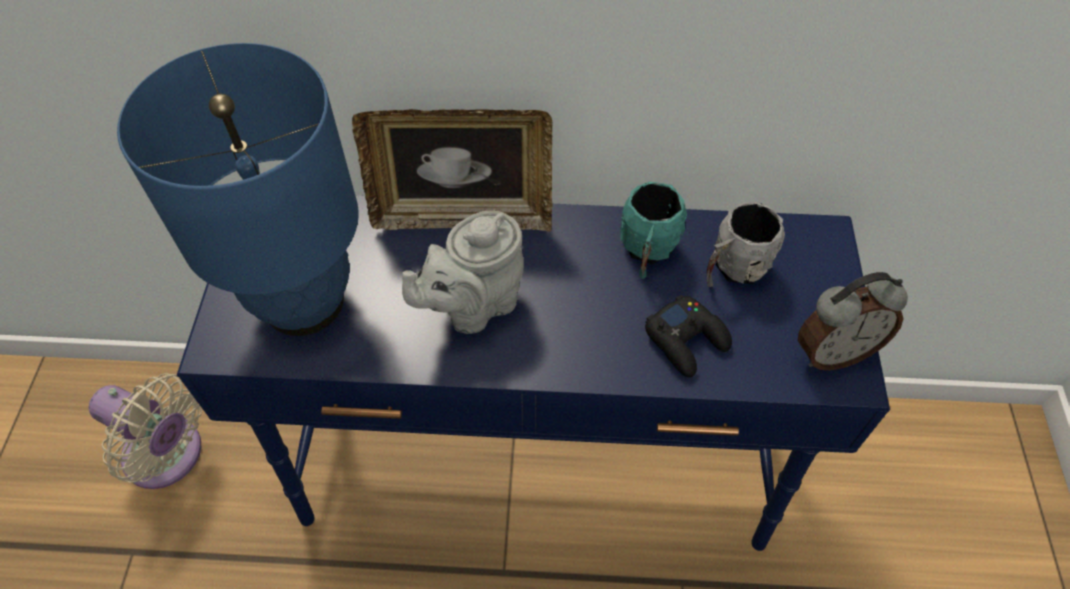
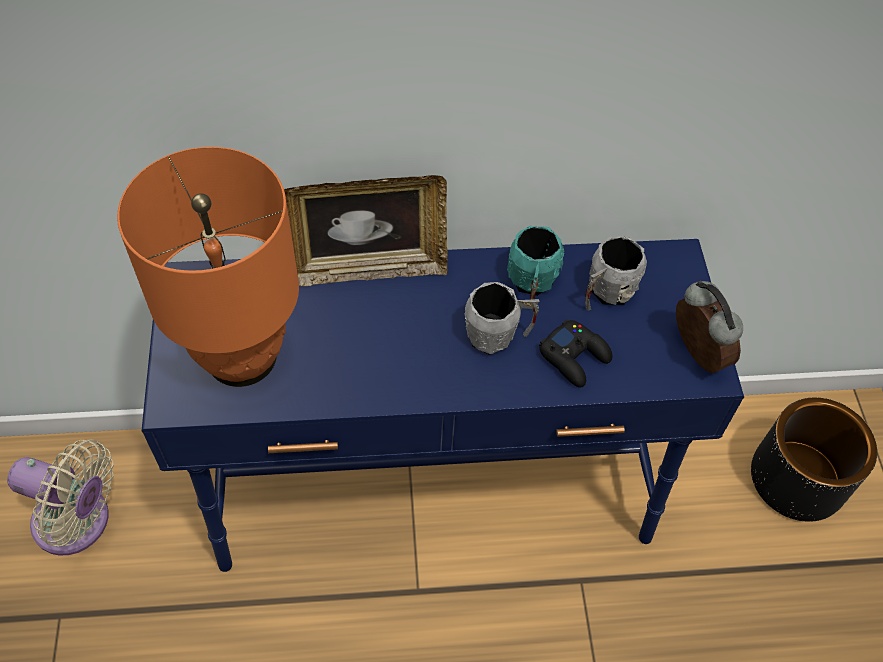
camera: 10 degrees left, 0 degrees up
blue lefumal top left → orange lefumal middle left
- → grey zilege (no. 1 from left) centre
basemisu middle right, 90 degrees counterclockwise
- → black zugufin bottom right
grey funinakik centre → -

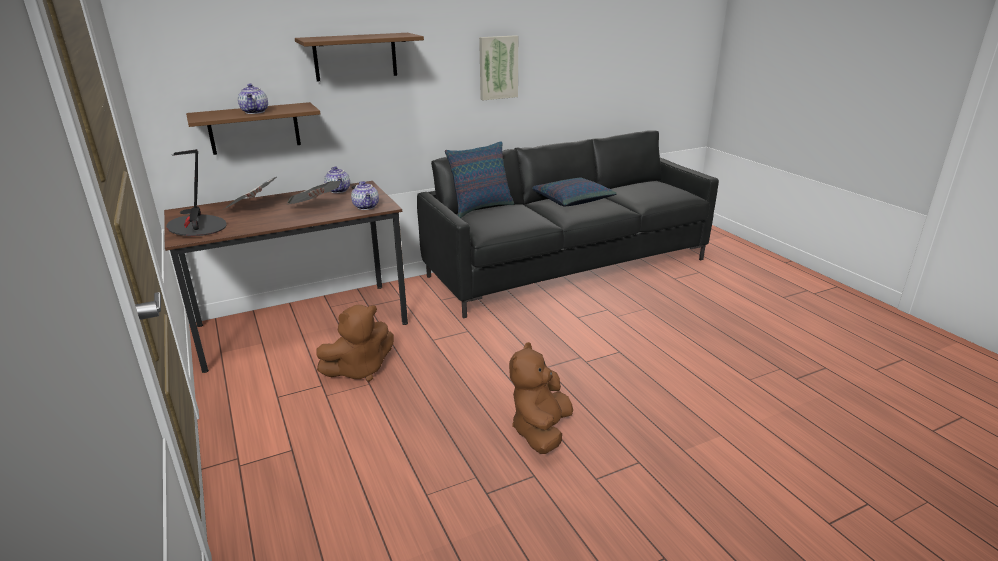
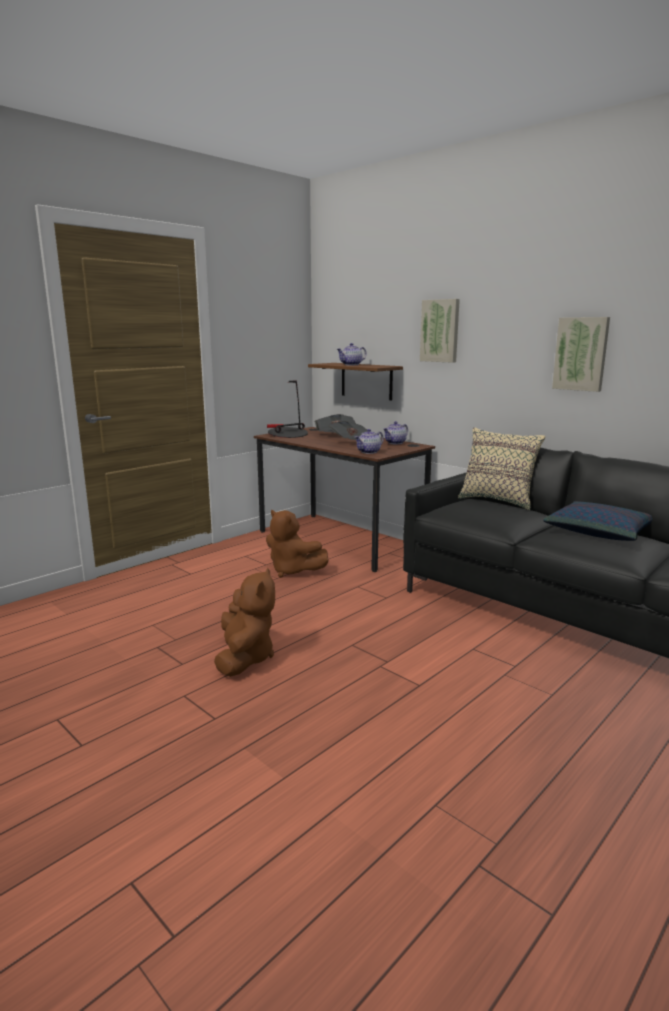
camera: 70 degrees right, 10 degrees down
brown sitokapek (no. 2 from left in the first image) bottom centre → brown sitokapek (no. 1 from left) centre, 90 degrees clockwise
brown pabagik (no. 2 from left) top centre → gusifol (no. 1 from left) top centre
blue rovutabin (no. 1 from left) top centre → beige rovutabin middle right

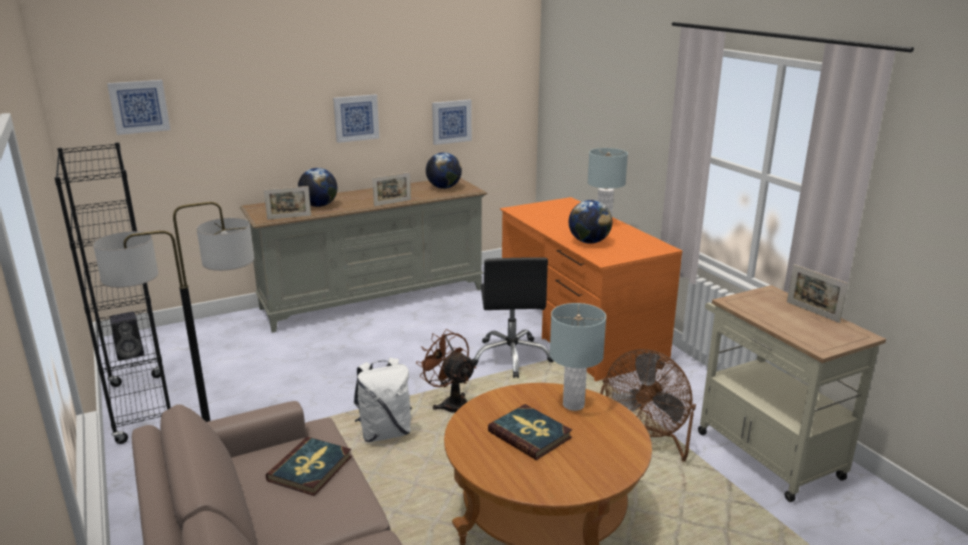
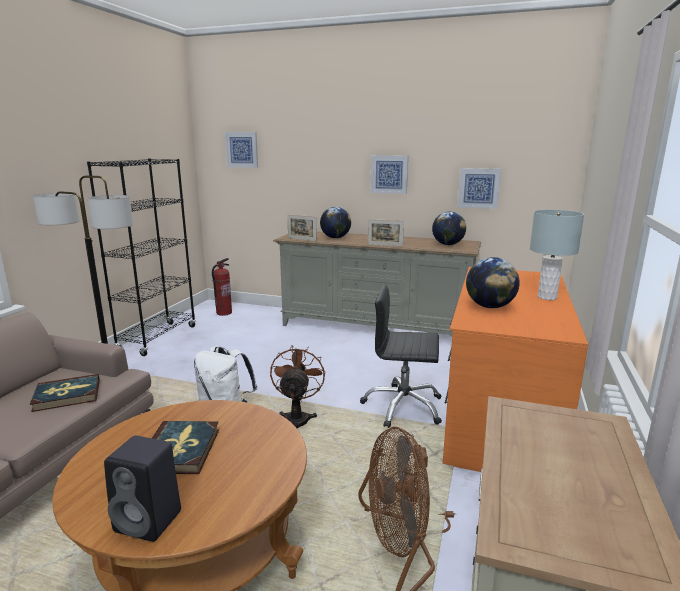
camera: 45 degrees right, 5 degrees down
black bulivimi middle left → black bulivimi bottom left, relocated
- → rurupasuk middle left
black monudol centre, 60 degrees clockwise
grey lefumal (no. 1 from left) centre → -
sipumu (no. 3 from left) middle right → -

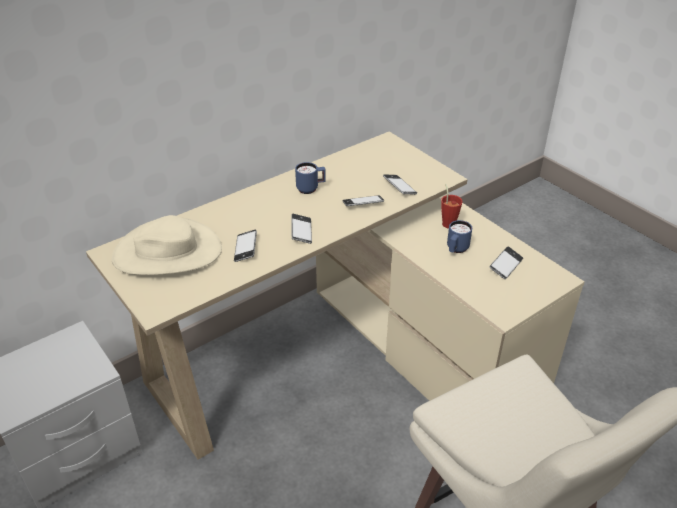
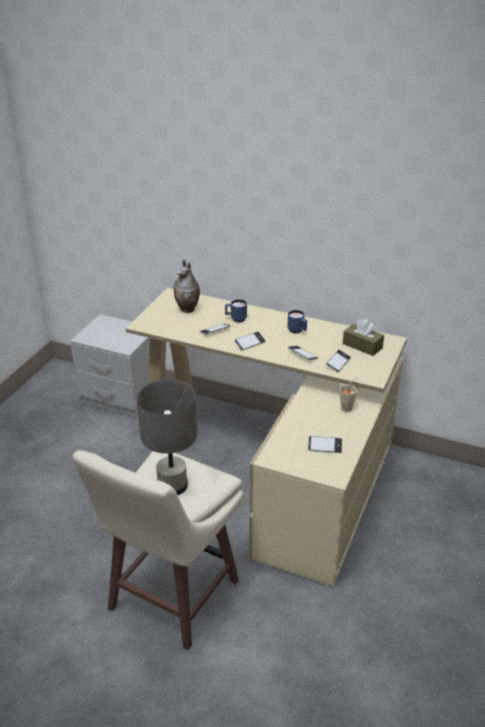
camera: 60 degrees right, 5 degrees down
- → grey lefumal centre
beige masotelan middle left → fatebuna centre
blue zilege (no. 2 from left in the first image) middle right → blue zilege (no. 1 from left) centre, relocated
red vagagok middle right → beige vagagok middle right
- → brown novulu middle right

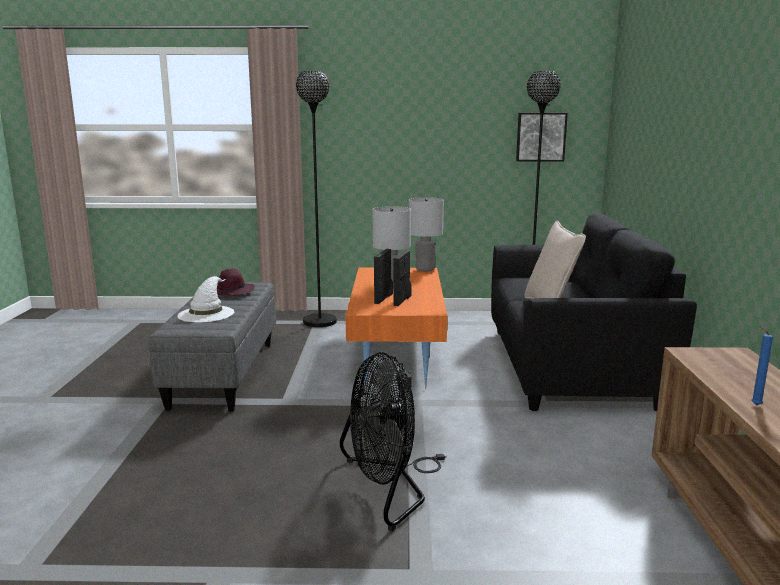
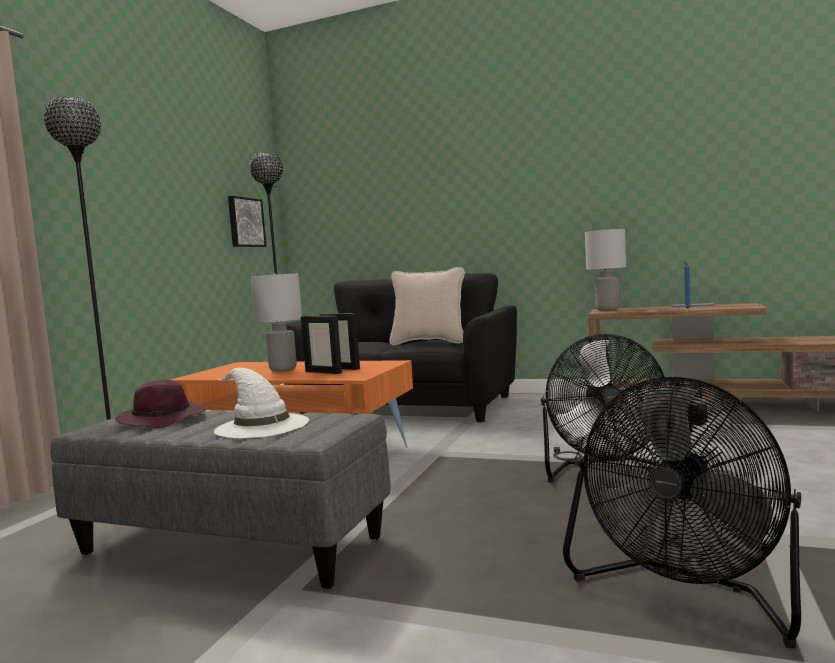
camera: 70 degrees left, 10 degrees down
- → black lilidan (no. 2 from left) bottom right
grey lefumal (no. 2 from left) centre → grey lefumal (no. 2 from left) middle right, relocated

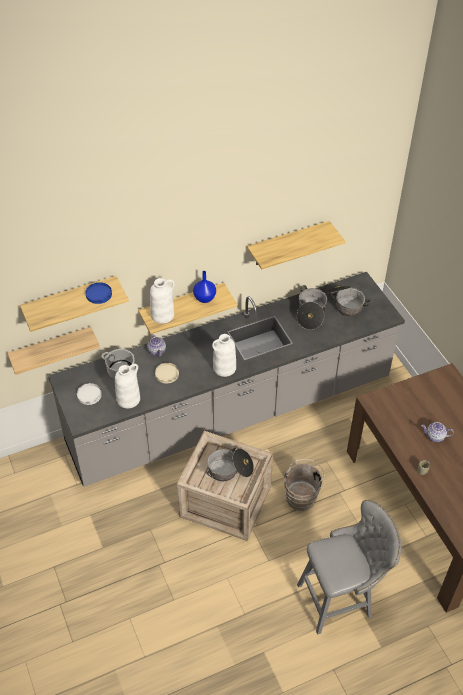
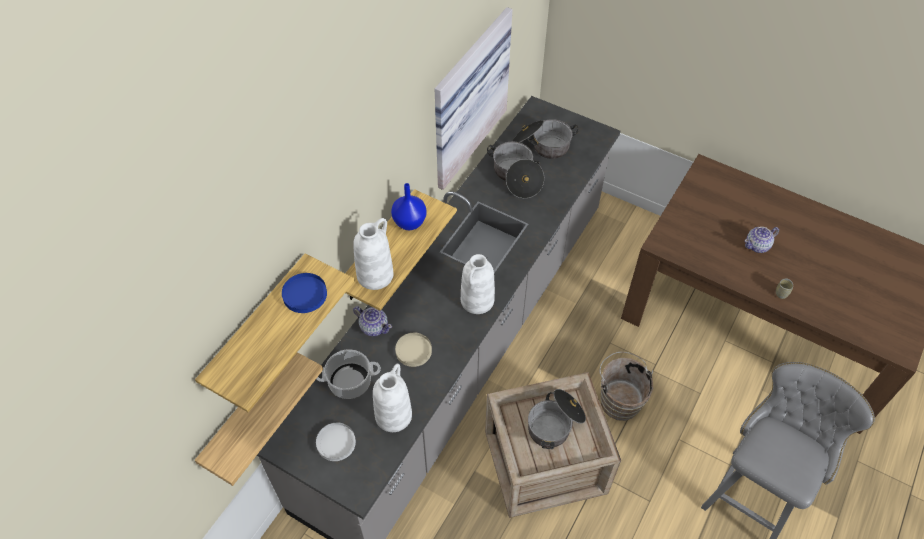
camera: 35 degrees left, 5 degrees up
pabagik (no. 4 from left) centre → gusifol top centre

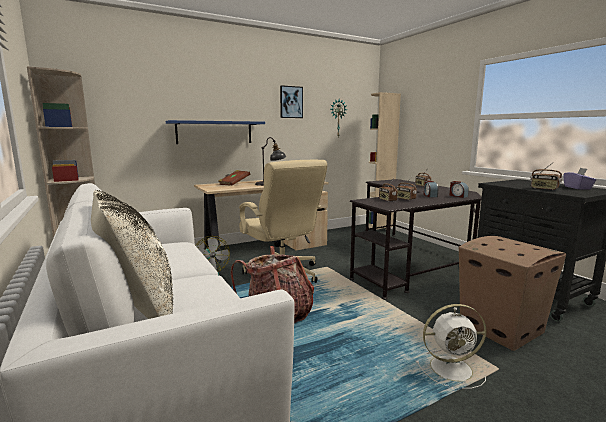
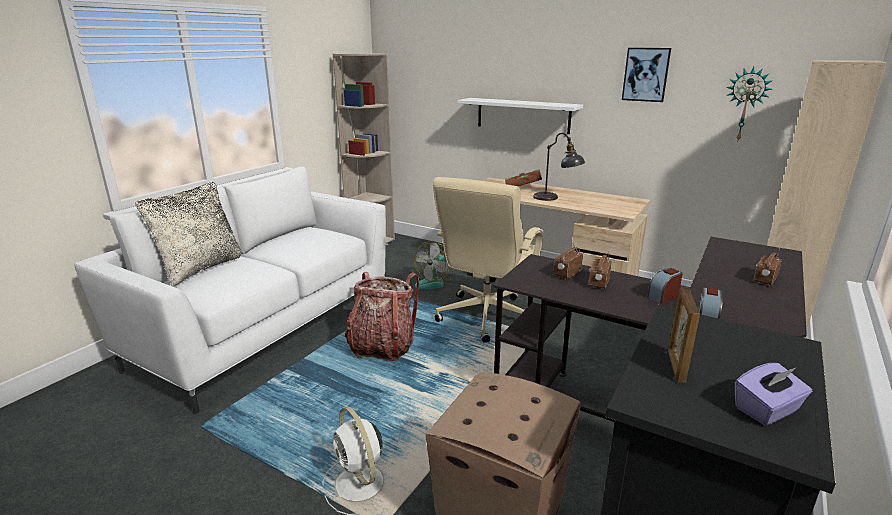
camera: 60 degrees right, 10 degrees up
blue pabagik top centre → white pabagik top centre
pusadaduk (no. 4 from left) middle right → sipumu middle right

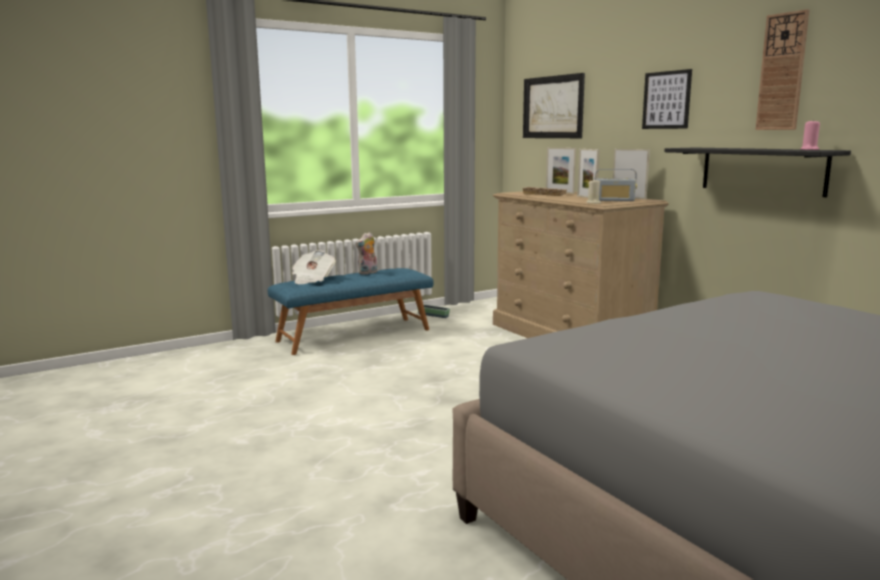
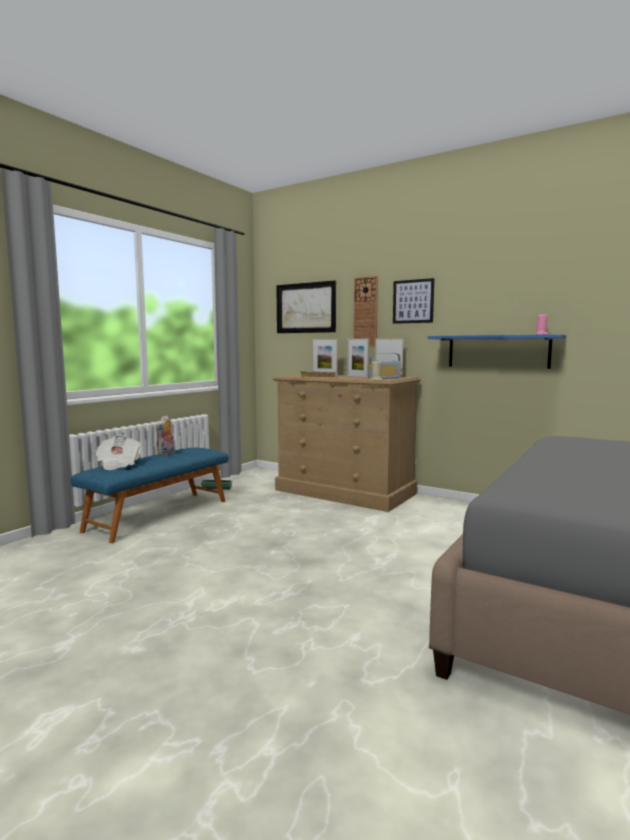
camera: 25 degrees left, 5 degrees down
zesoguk top right → zesoguk centre, relocated
black pabagik top right → blue pabagik middle right

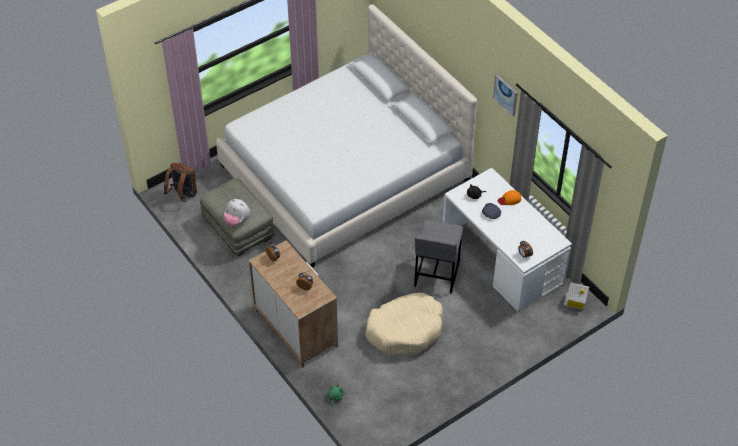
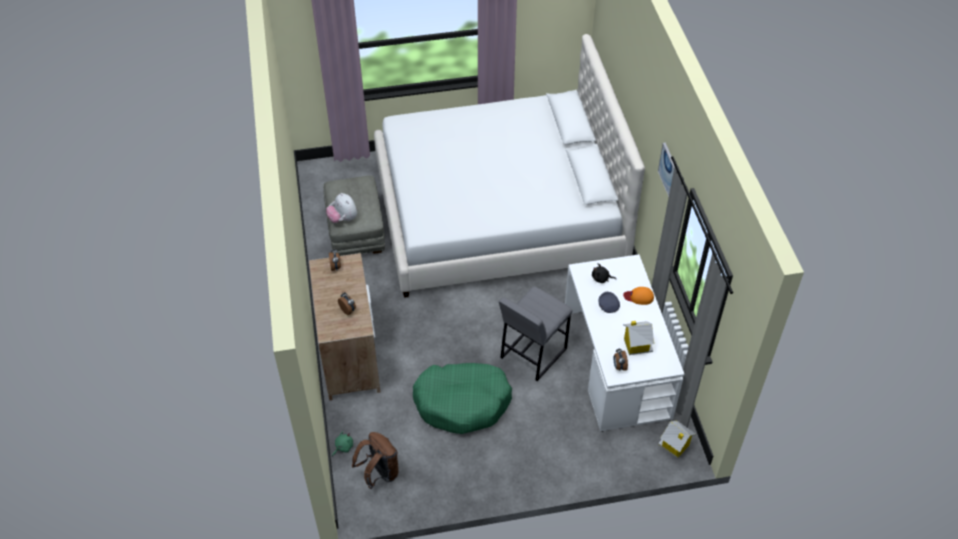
camera: 25 degrees right, 0 degrees up
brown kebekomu middle left → brown kebekomu bottom centre, relocated
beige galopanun bottom centre → green galopanun bottom centre
- → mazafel (no. 1 from left) centre

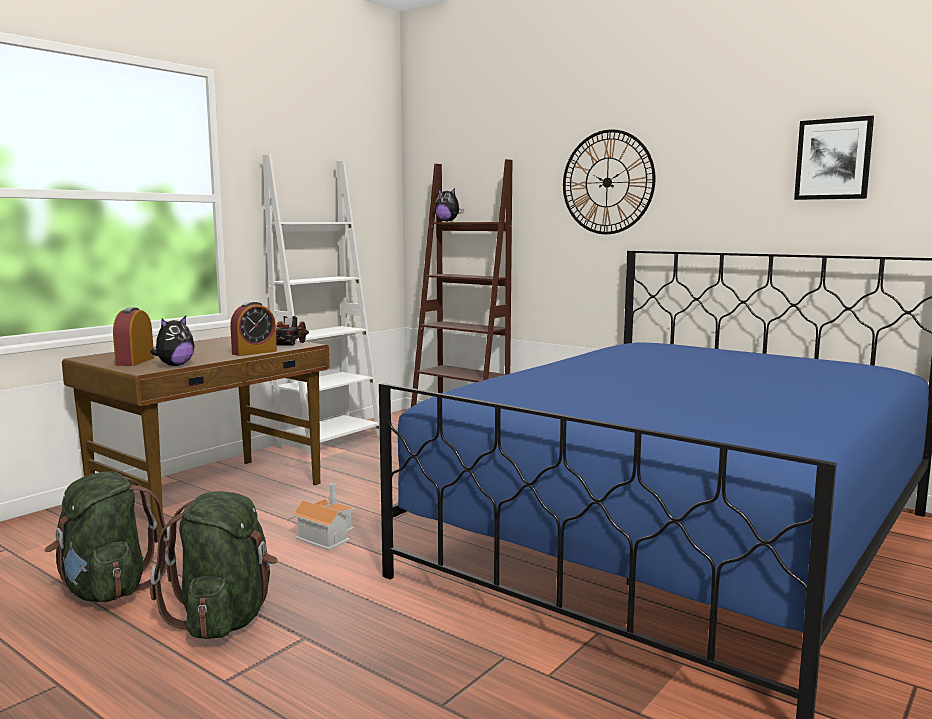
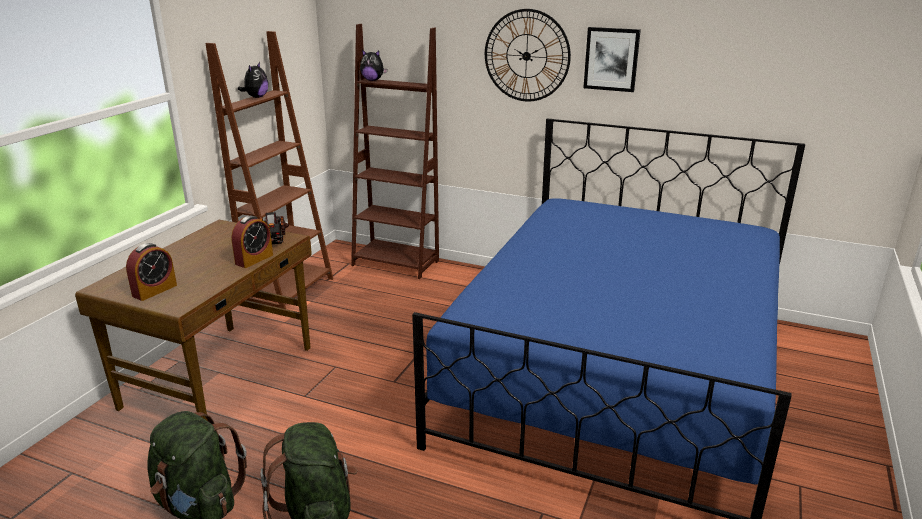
camera: 15 degrees left, 15 degrees up
basemisu (no. 1 from left) middle left, 135 degrees counterclockwise
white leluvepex centre → brown leluvepex (no. 1 from left) top left
sitokapek (no. 1 from left) middle left → sitokapek (no. 1 from left) top left, relocated
gusifol top right → gusifol top centre, relocated
mazafel bottom centre → -

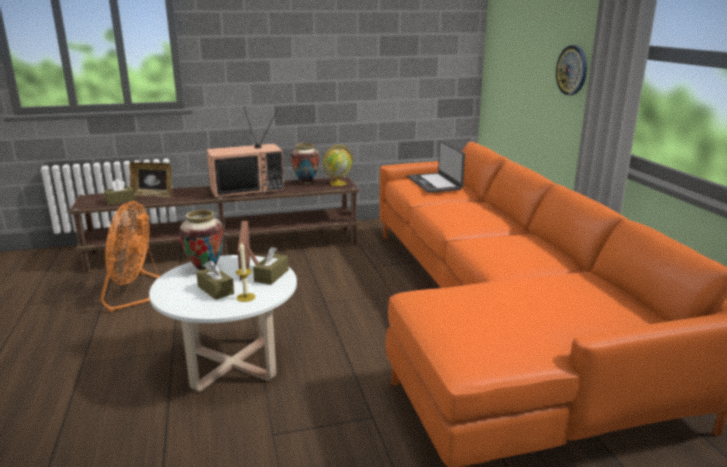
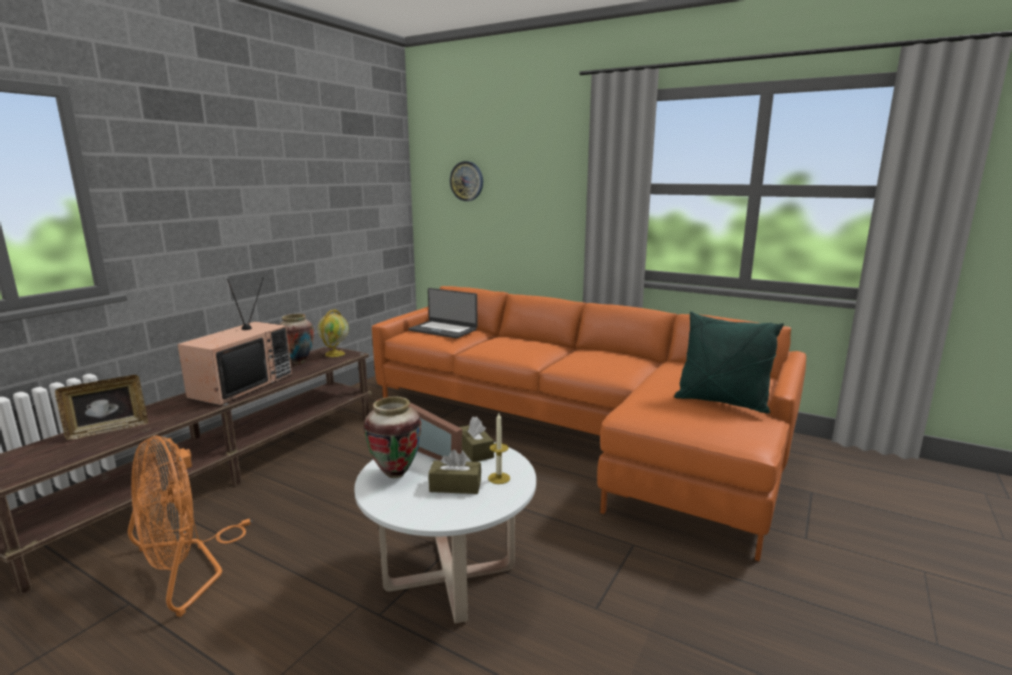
camera: 45 degrees left, 5 degrees down
zesoguk top right → zesoguk top centre, relocated
- → green rovutabin middle right
brown novulu (no. 1 from left) middle left → -

